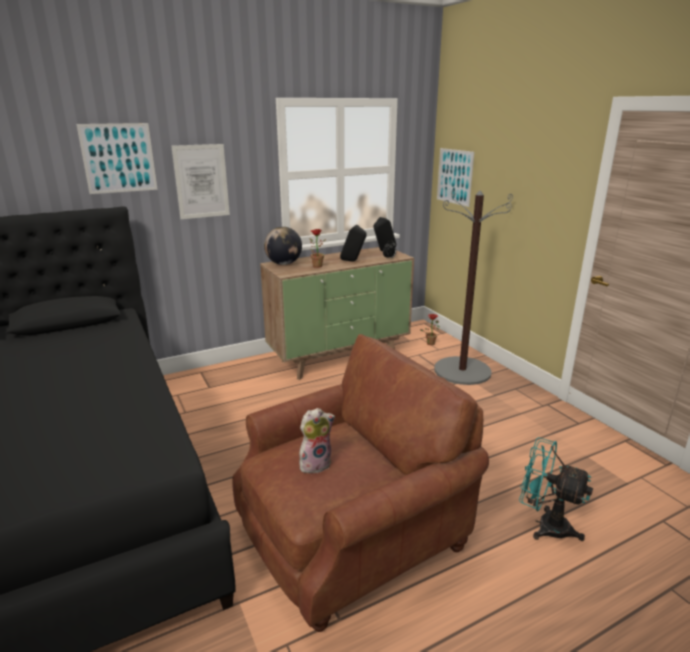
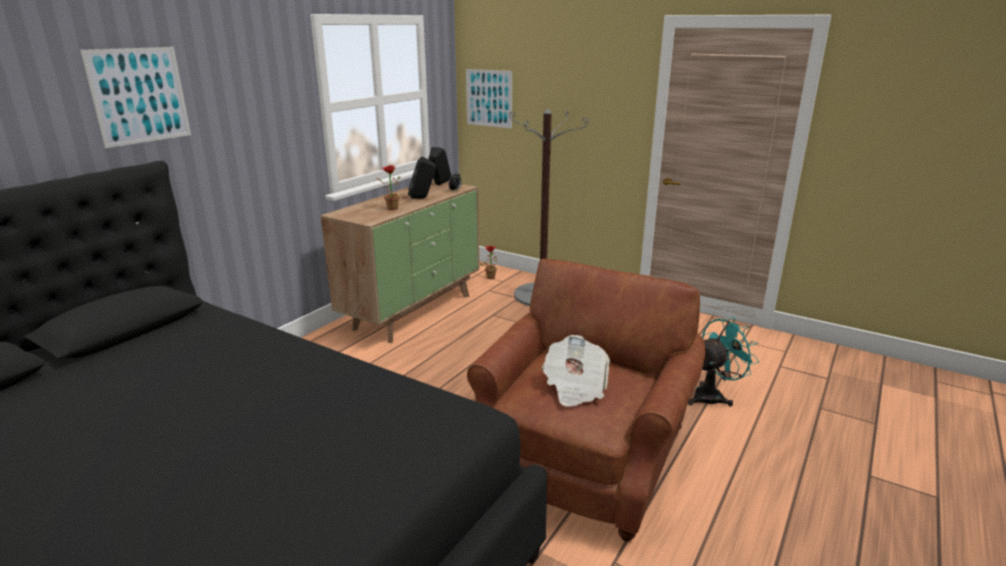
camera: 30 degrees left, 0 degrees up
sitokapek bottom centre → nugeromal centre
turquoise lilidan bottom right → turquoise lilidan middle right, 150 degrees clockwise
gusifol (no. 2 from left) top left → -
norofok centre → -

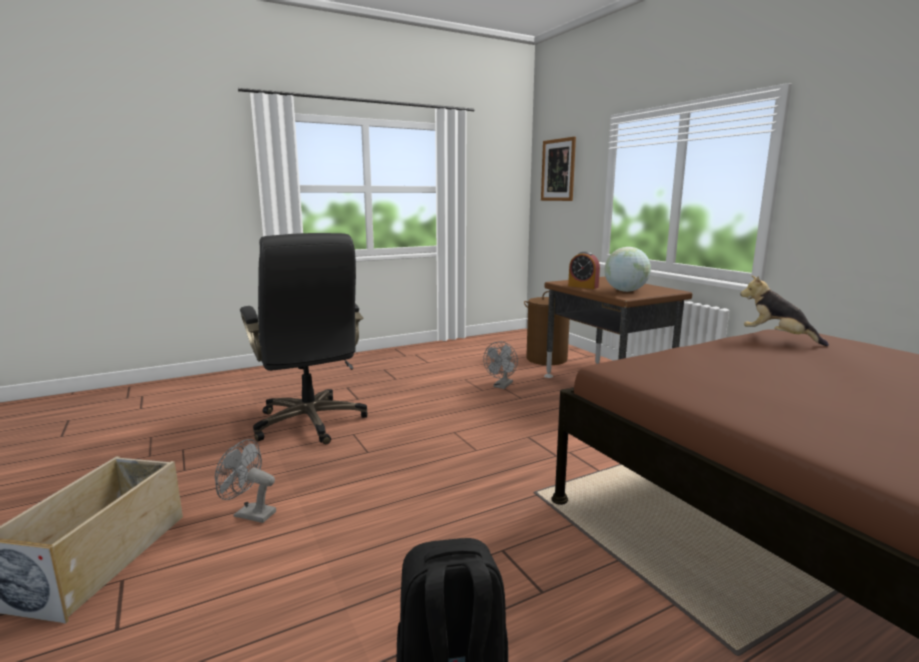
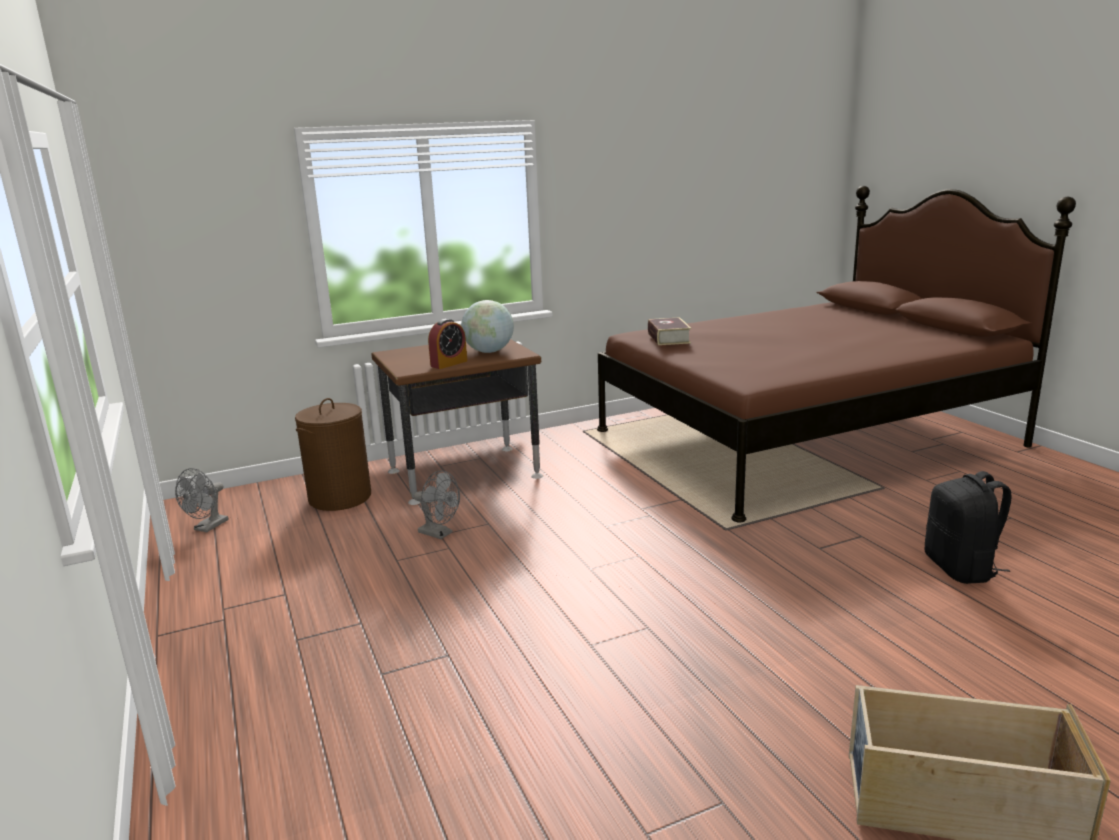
camera: 85 degrees left, 5 degrees up
grey lilidan (no. 1 from left) bottom left → grey lilidan (no. 1 from left) middle left, relocated
sitokapek middle right → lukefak centre
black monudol middle left → -
gusifol top centre → -

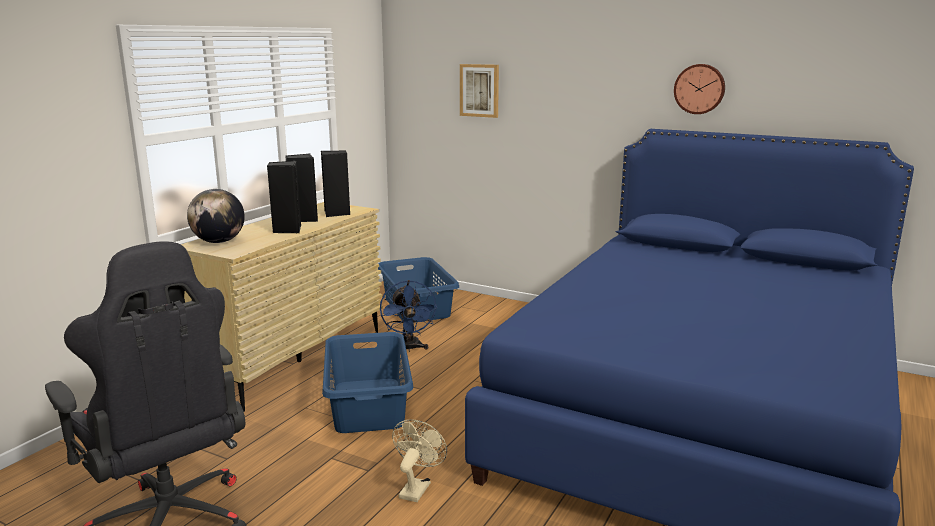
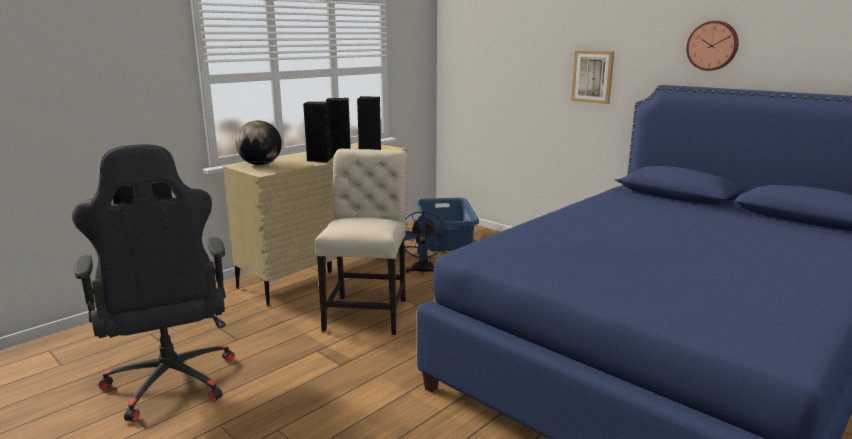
camera: 15 degrees right, 0 degrees up
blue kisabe (no. 1 from left) bottom centre → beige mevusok centre
gusifol top centre → gusifol top right, relocated
beige lilidan bottom centre → -

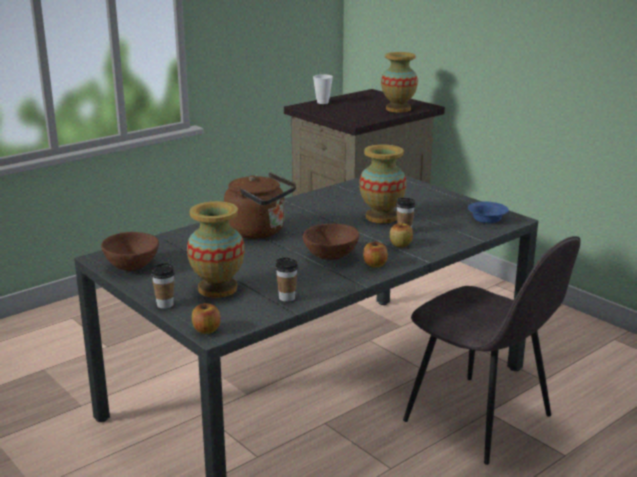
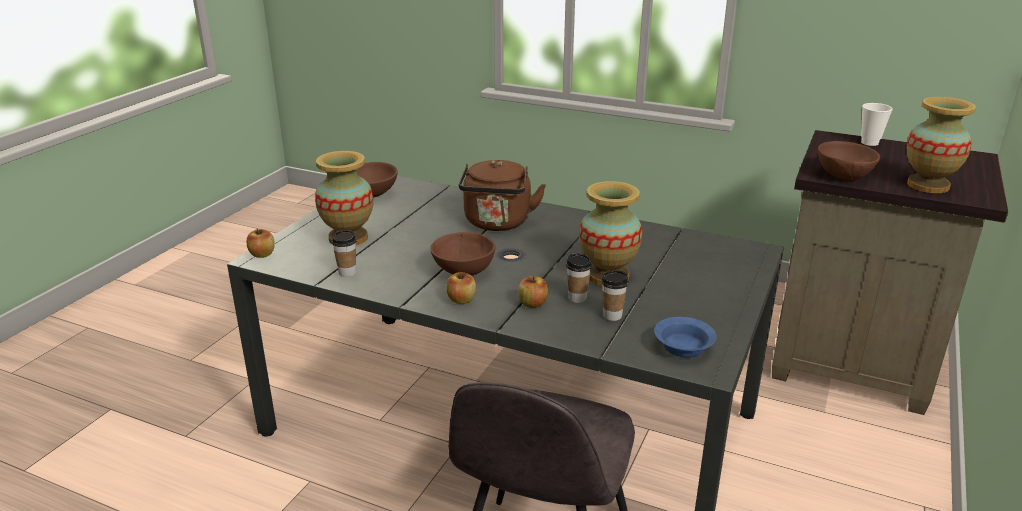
camera: 65 degrees right, 5 degrees up
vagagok (no. 1 from left in the first image) middle left → vagagok (no. 3 from left) centre, relocated
- → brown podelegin (no. 3 from left) top right

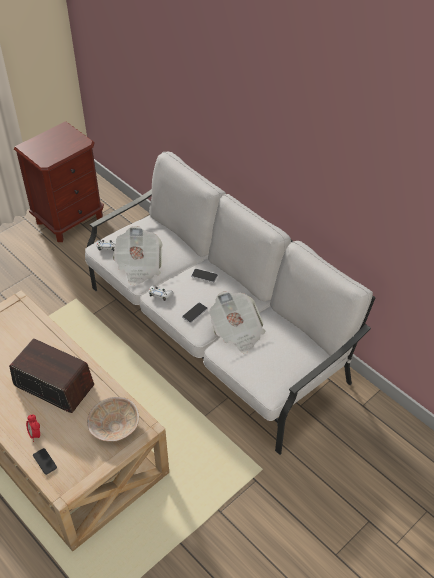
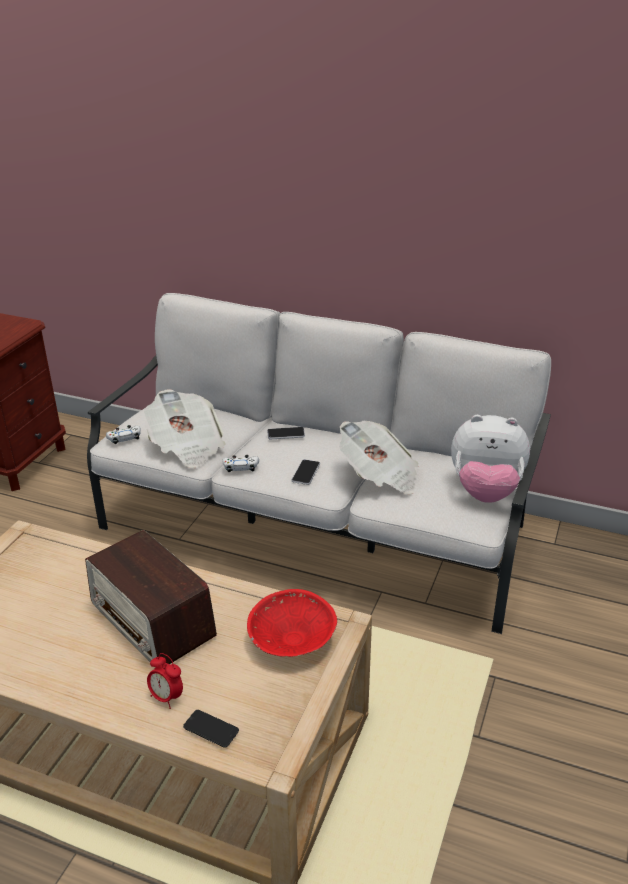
camera: 25 degrees left, 15 degrees down
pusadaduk middle left → pusadaduk bottom left, 135 degrees counterclockwise
beige podelegin bottom left → red podelegin bottom centre
- → sitokapek middle right

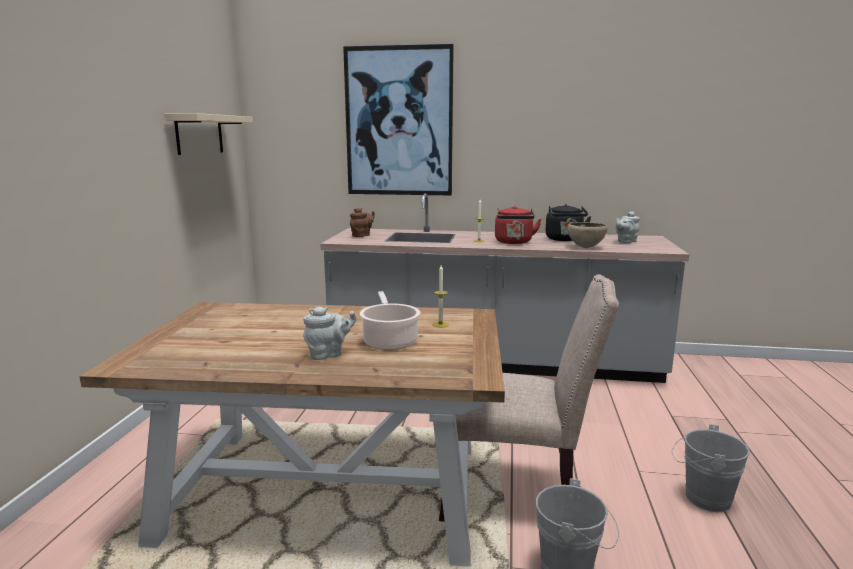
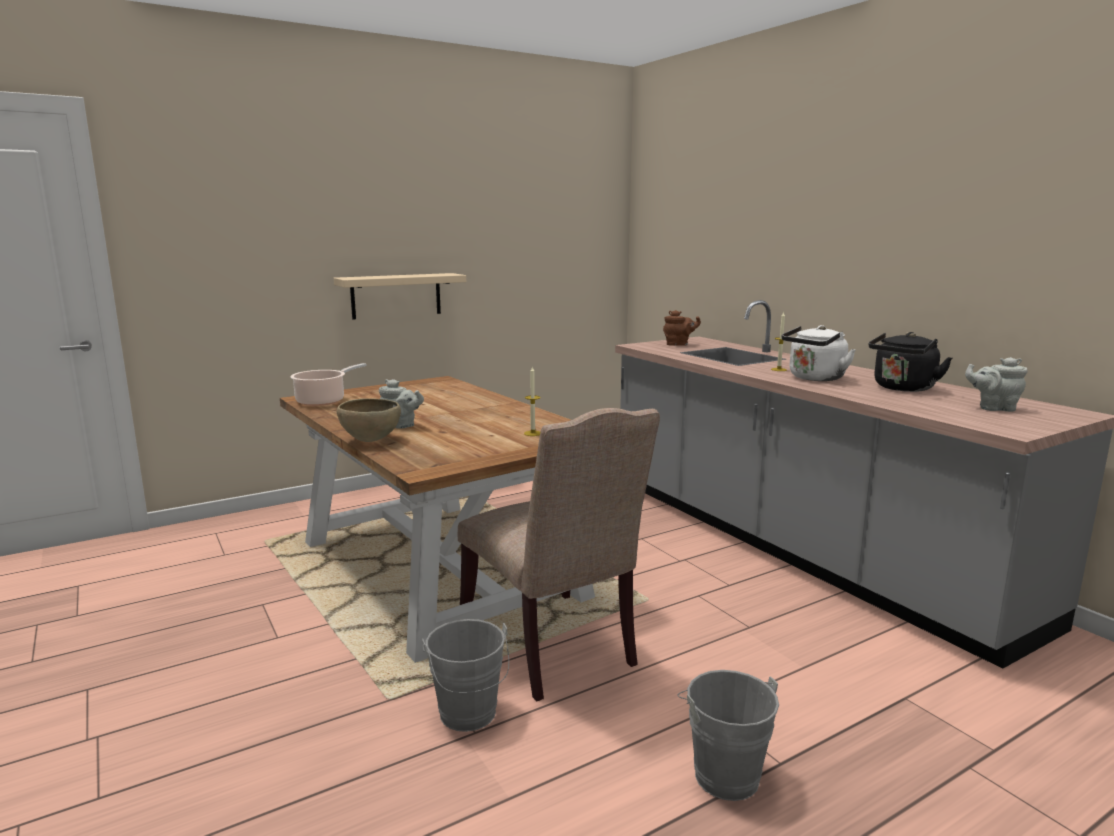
camera: 50 degrees right, 0 degrees up
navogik centre → navogik middle left, relocated
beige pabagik top left → beige pabagik centre, relocated
brown podelegin middle right → brown podelegin middle left, relocated
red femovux centre → white femovux middle right
gusifol top centre → -

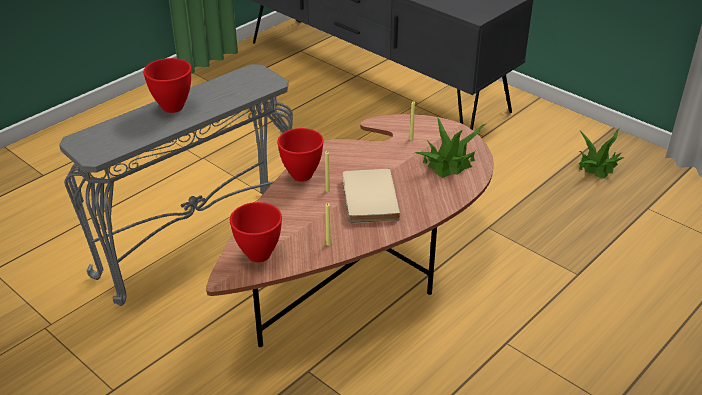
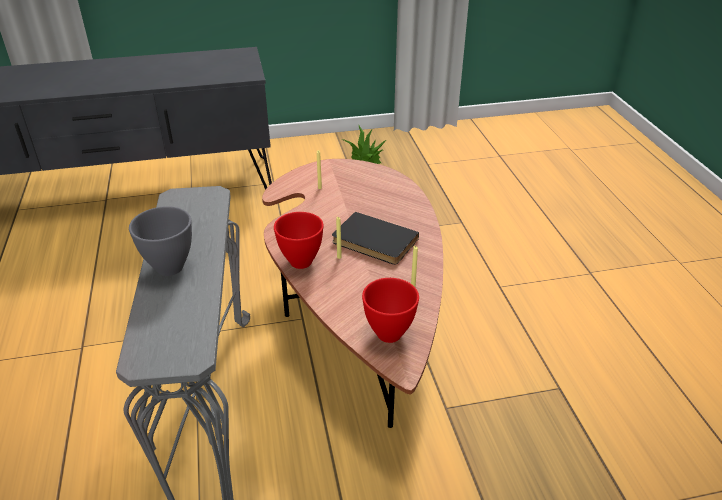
camera: 55 degrees left, 0 degrees up
red podelegin (no. 1 from left) top left → grey podelegin middle left
beige lukefak centre → black lukefak centre
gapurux (no. 1 from left) centre → -

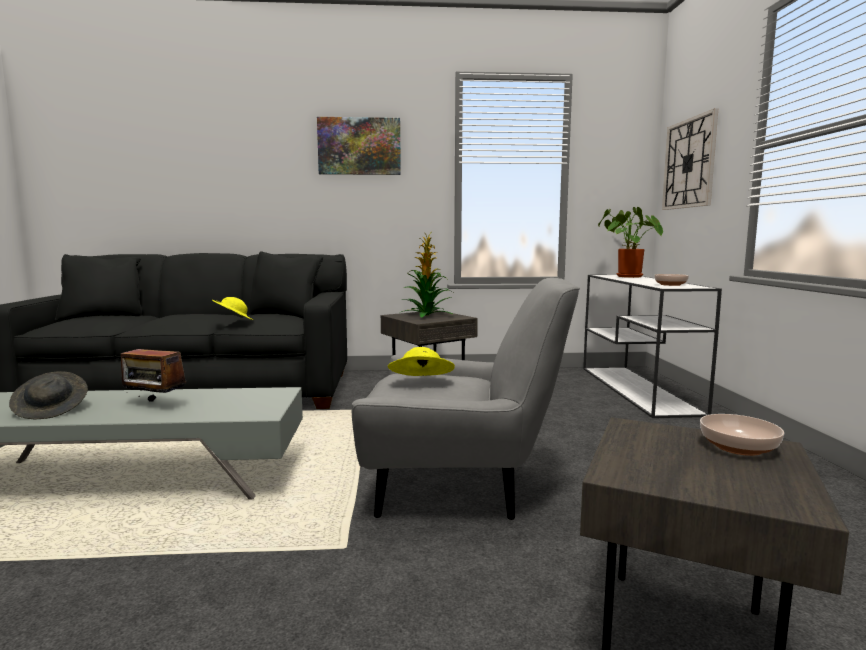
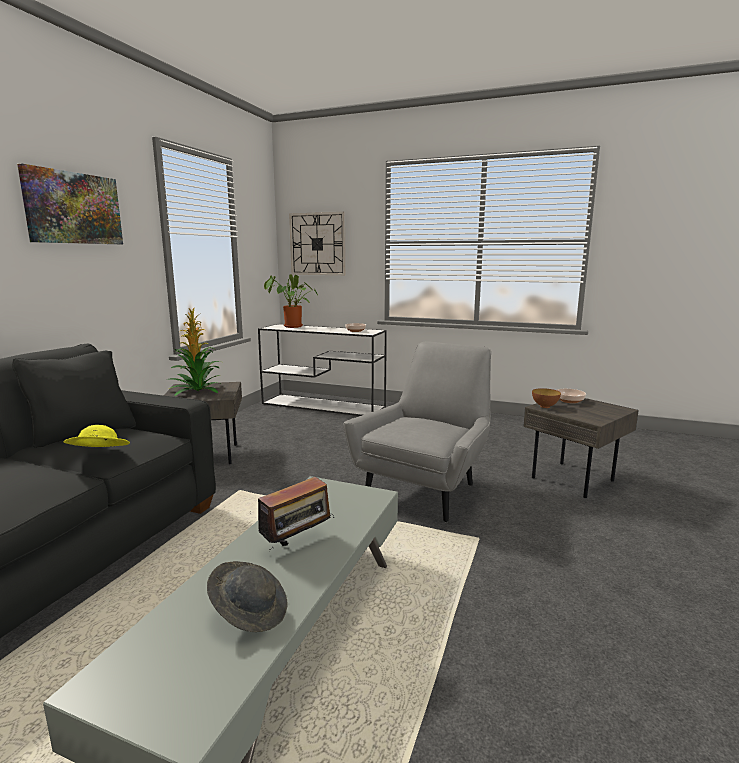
camera: 65 degrees left, 5 degrees up
- → podelegin (no. 2 from left) middle right
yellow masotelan (no. 2 from left) centre → -

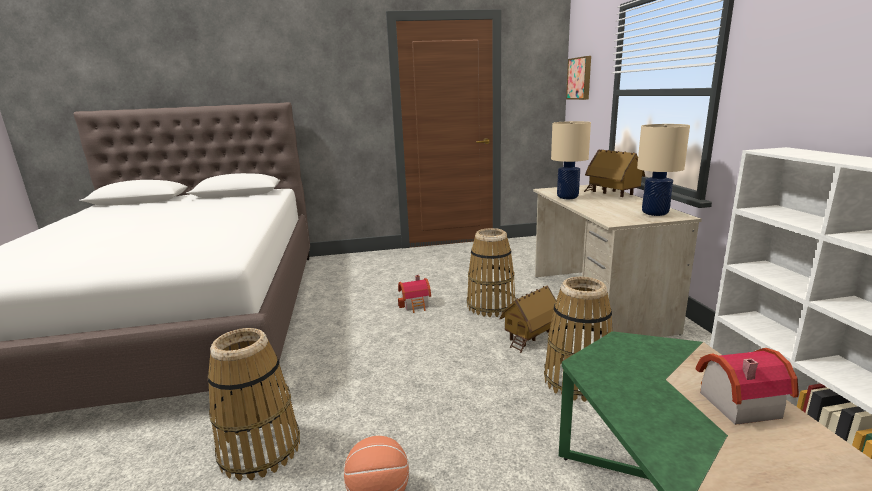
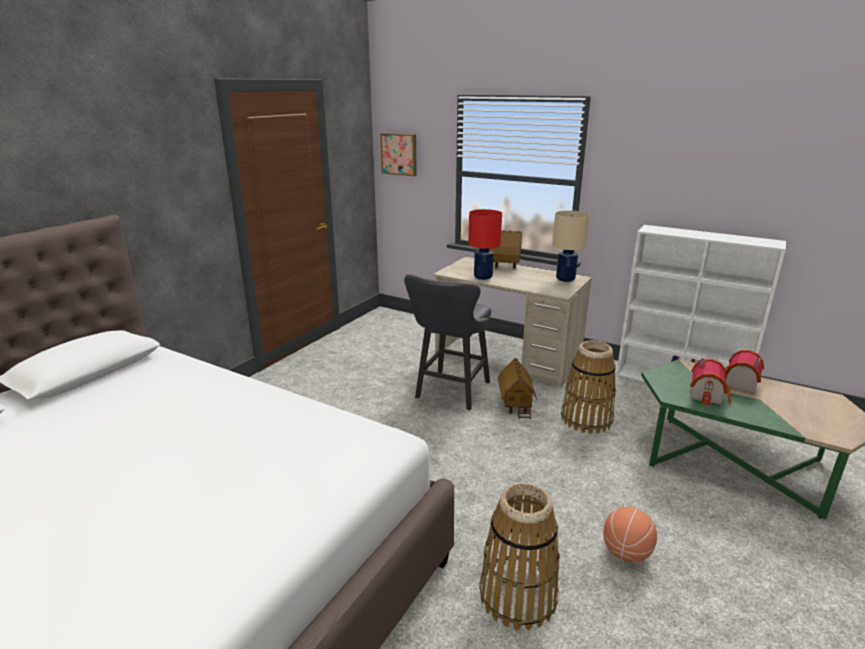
camera: 50 degrees left, 5 degrees up
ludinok (no. 2 from left) centre → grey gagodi centre
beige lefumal (no. 1 from left) top centre → red lefumal centre
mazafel (no. 1 from left in the first image) centre → mazafel (no. 3 from left) middle right, relocated

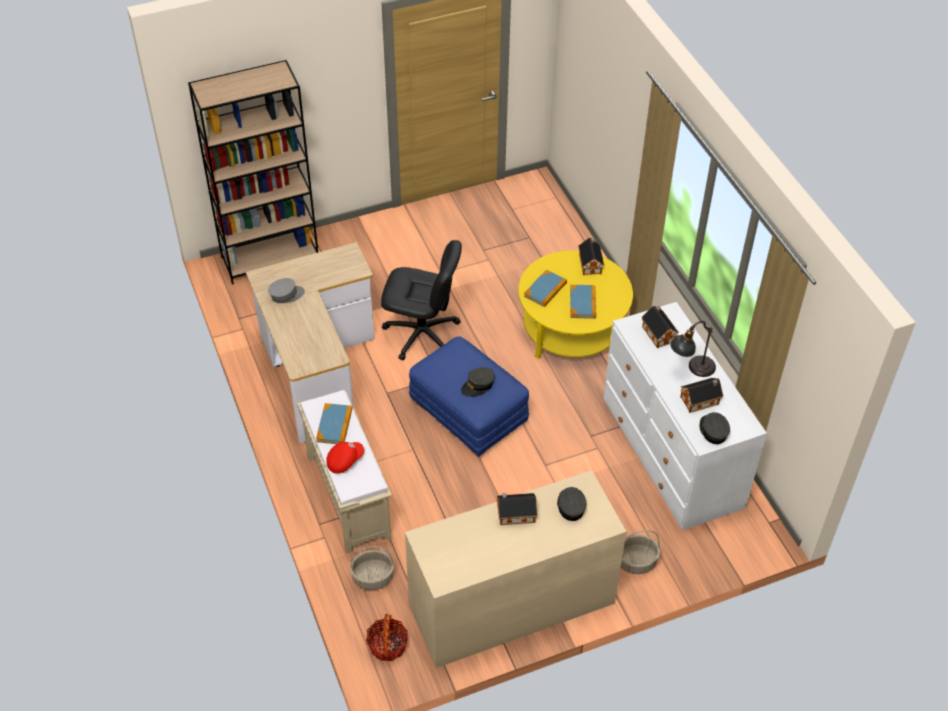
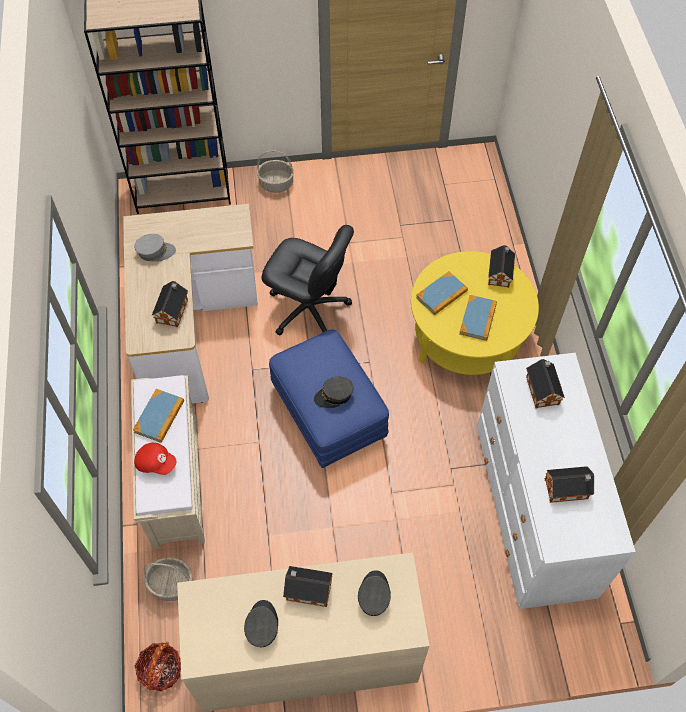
camera: 15 degrees right, 10 degrees up
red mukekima centre → red mukekima middle left, 45 degrees clockwise
- → mazafel (no. 1 from left) middle left
grey mukekima (no. 4 from left in the first image) middle right → grey mukekima (no. 2 from left) bottom centre, relocated
ludinok (no. 3 from left) bottom right → ludinok (no. 3 from left) top centre, relocated
grey lefumal middle right → -

